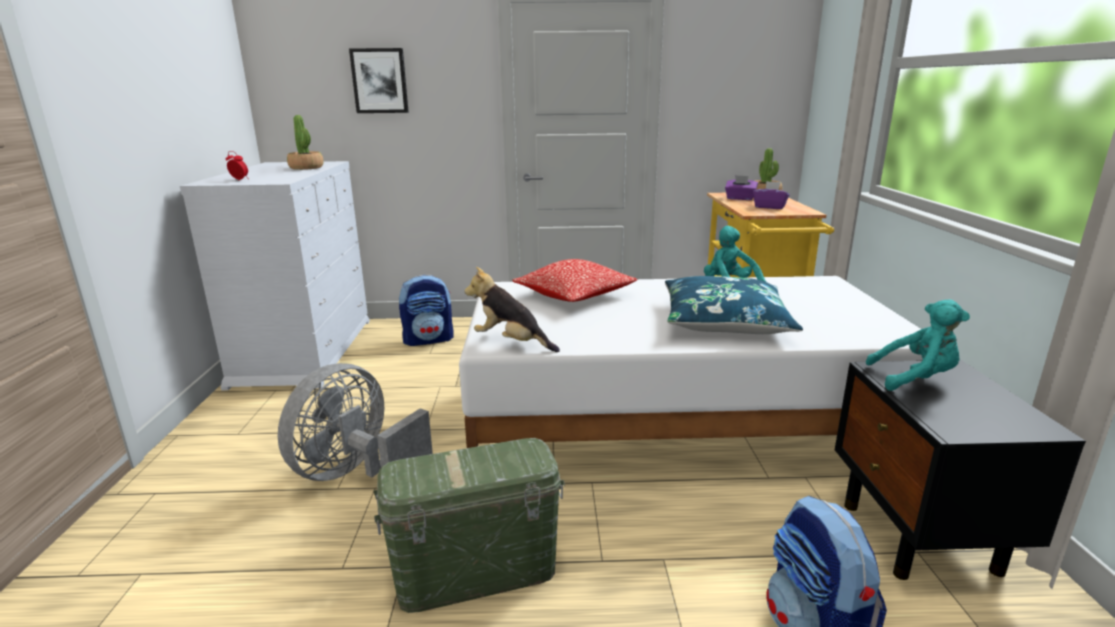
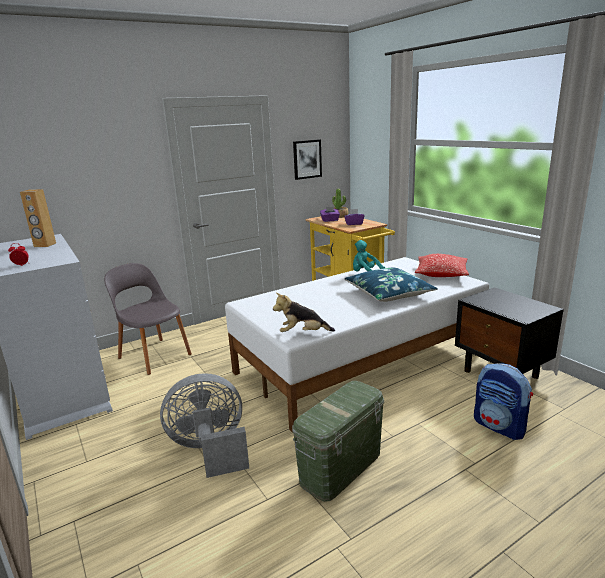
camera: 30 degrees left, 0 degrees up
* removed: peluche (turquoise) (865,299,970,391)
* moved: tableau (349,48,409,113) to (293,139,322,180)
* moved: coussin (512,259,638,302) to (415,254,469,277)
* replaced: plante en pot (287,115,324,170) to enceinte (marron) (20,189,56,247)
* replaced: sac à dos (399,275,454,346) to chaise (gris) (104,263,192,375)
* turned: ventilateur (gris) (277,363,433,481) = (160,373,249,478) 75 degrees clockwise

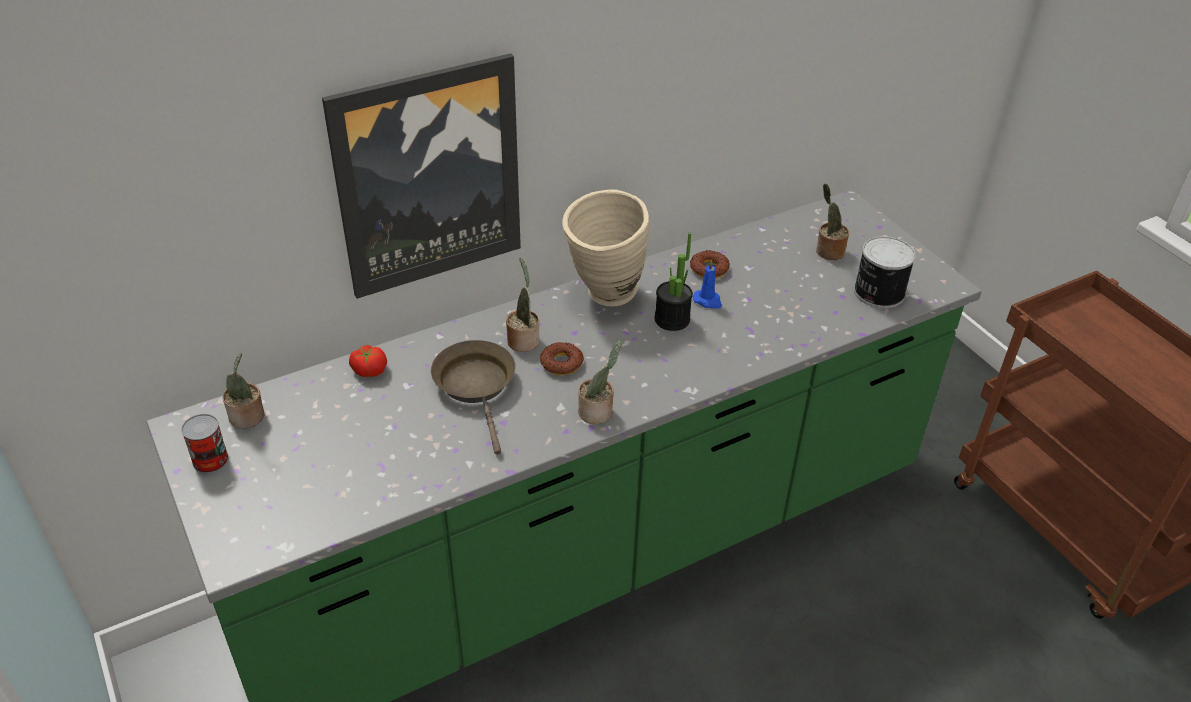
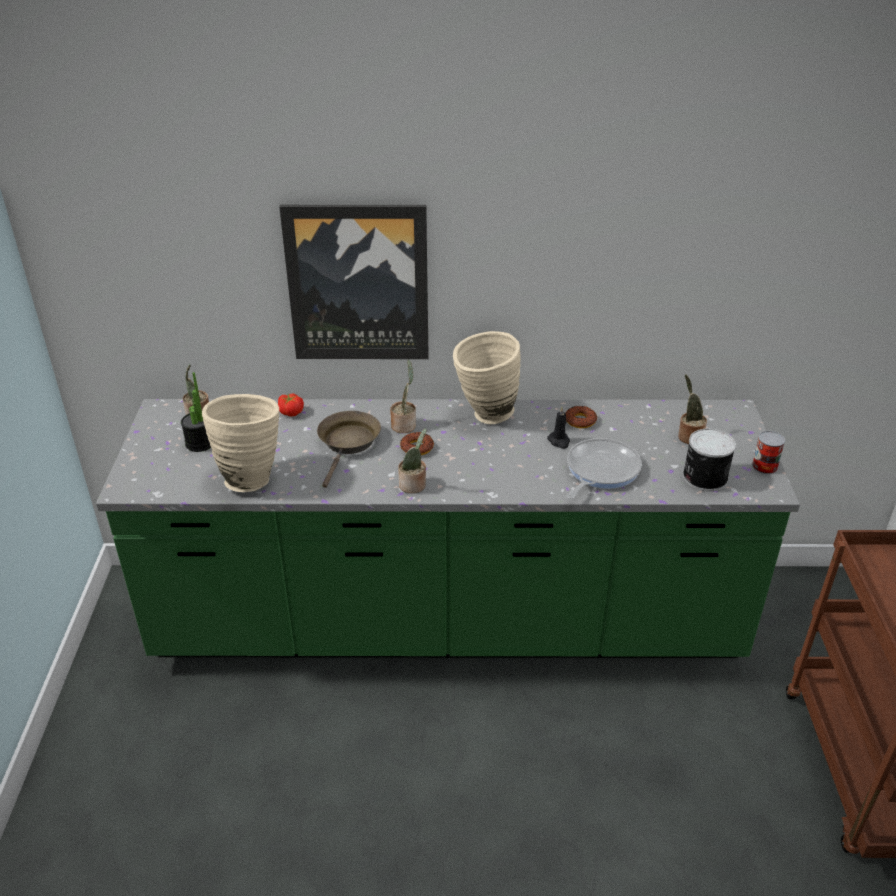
camera: 30 degrees right, 5 degrees down
* added: vase (beige) (202,394,279,492)
* added: poêle (567,438,642,499)
* moved: boîte métallique (181,414,229,473) to (752,431,785,474)
* moved: plante en pot (655,232,693,331) to (181,372,211,452)
* recoloured: bougie (bleu) (693,260,722,309) to bougie (noir) (547,407,570,449)

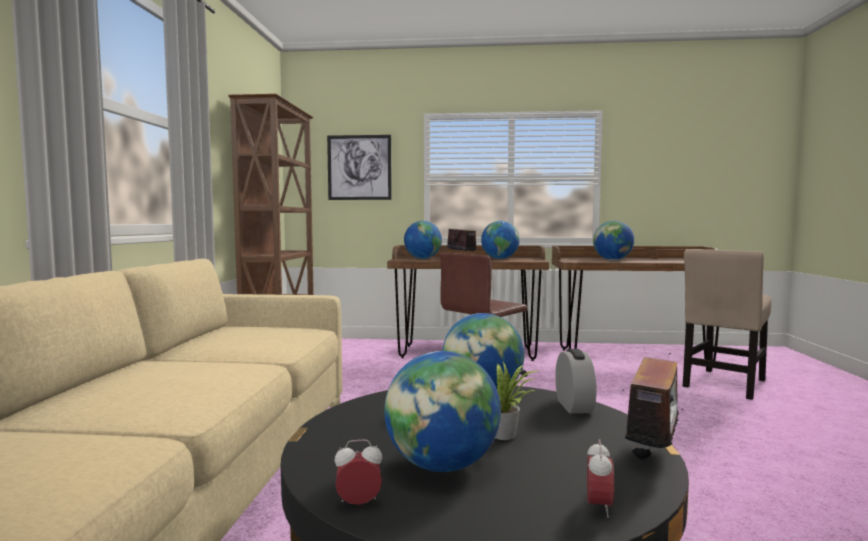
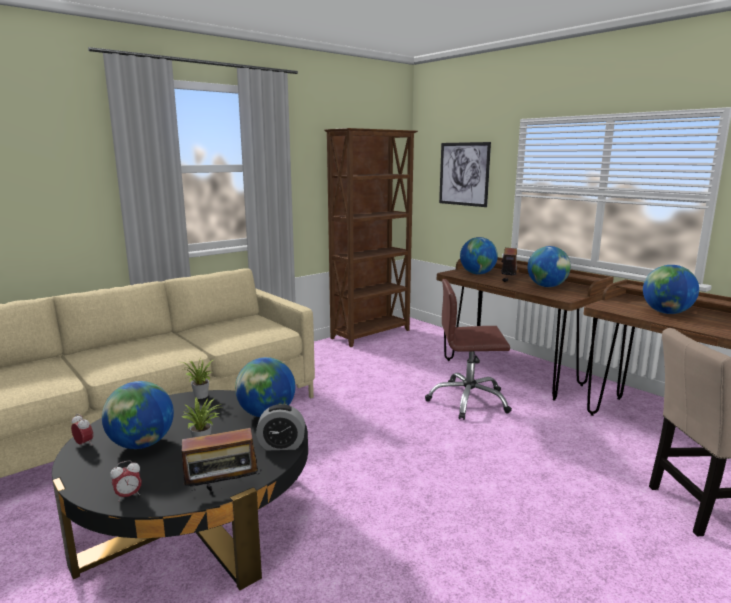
camera: 45 degrees right, 10 degrees up
* added: plante en pot (182,360,213,399)
* turned: réveil (555,349,597,414) = (256,404,305,450) 45 degrees clockwise

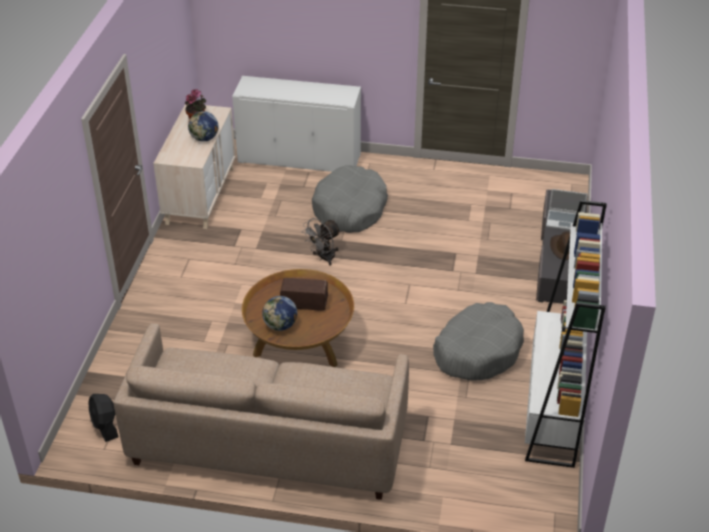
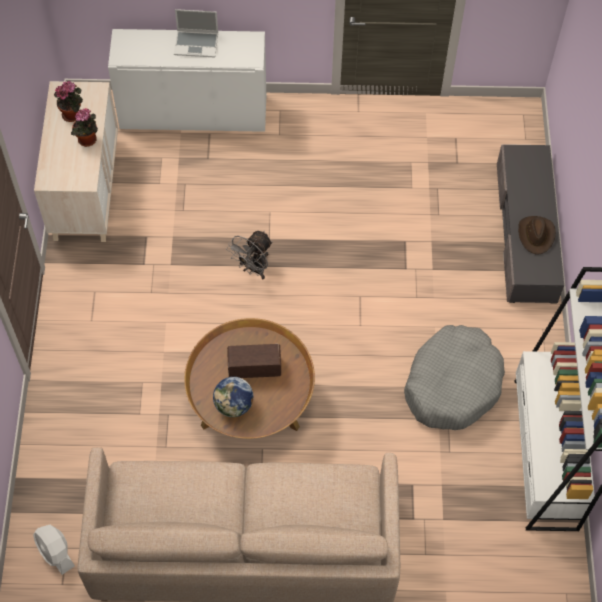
camera: 10 degrees left, 20 degrees up
* removed: panier pour chien (gris) (312,165,388,233)
* moved: ordinateur portable (546,189,588,230) to (174,9,218,57)
* replaced: globe (188,111,218,142) to plante en pot (71,108,98,147)
* recoloured: ventilateur (noir) (88,394,119,442) to ventilateur (blanc) (33,525,75,575)

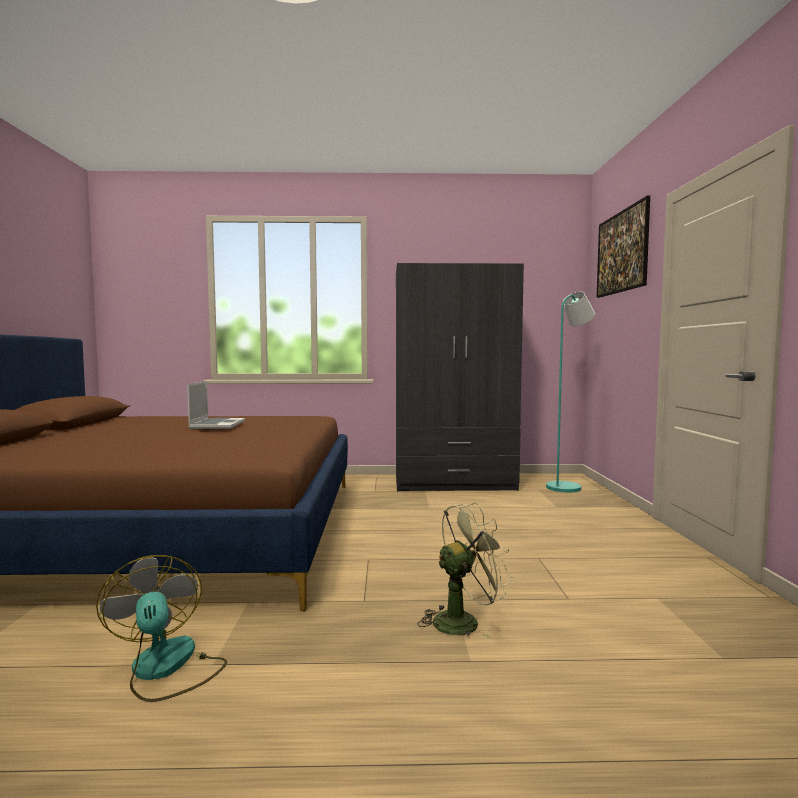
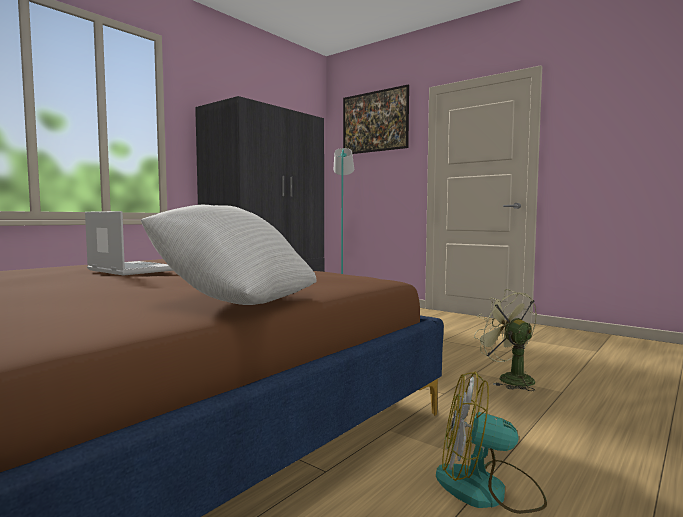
camera: 50 degrees left, 0 degrees up
* added: coussin (blanc) (141,204,317,305)
* turned: ventilateur (vert) (417,503,513,640) = (474,289,537,391) 45 degrees counterclockwise

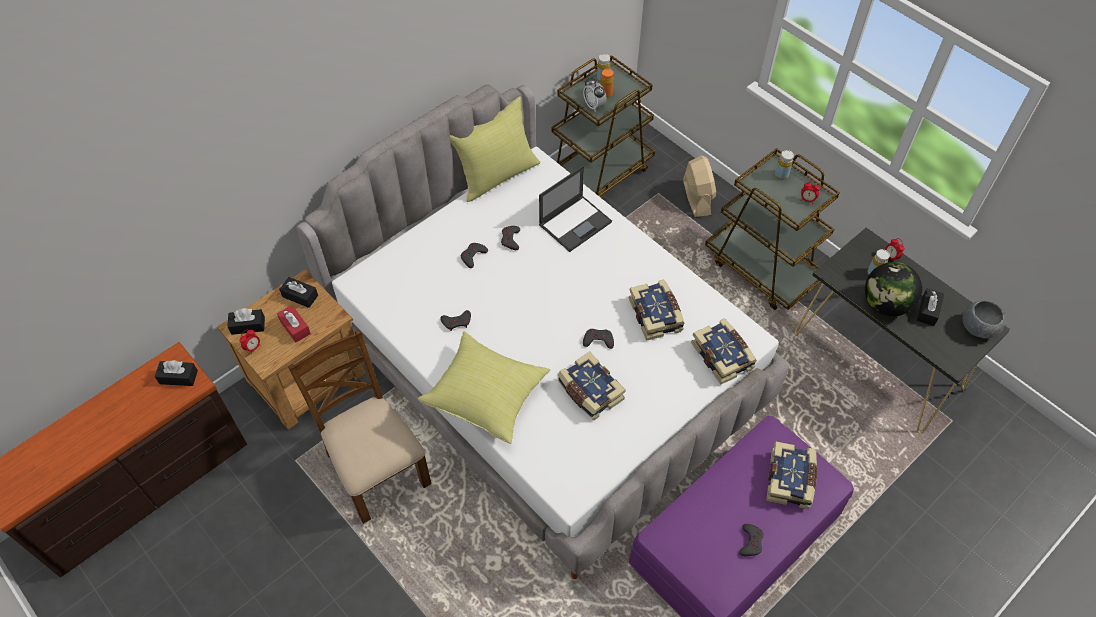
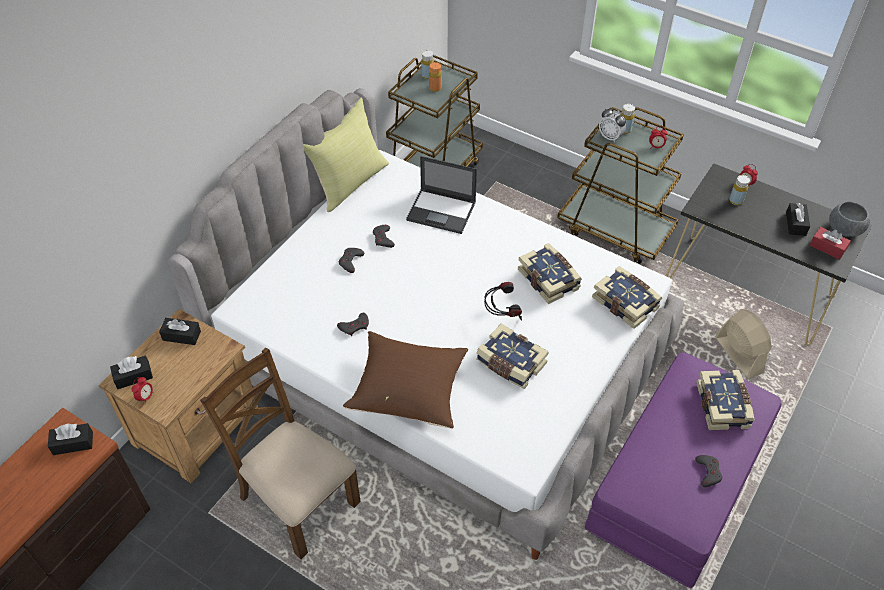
camera: 15 degrees left, 5 degrees down
* removed: globe (865,262,922,316)
* moved: boîte à mouchoirs (rouge) (277,305,311,343) to (810,227,851,260)
* moved: réveil (583,77,607,111) to (599,108,626,143)
* moved: ventilateur (beige) (683,155,716,217) to (715,309,772,379)
* replaced: manette (gris) (583,329,614,349) to casque audio (484,282,522,321)
* recoloured: coussin (jaune) (418,332,550,444) to coussin (marron) (343,331,468,429)
* turned: ordinateur portable (539,166,612,252) = (406,156,477,234) 75 degrees clockwise

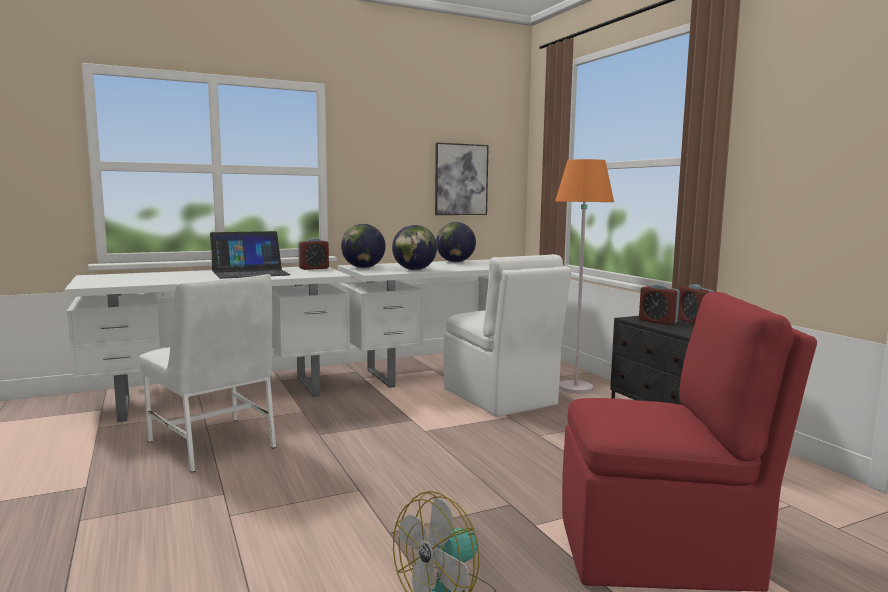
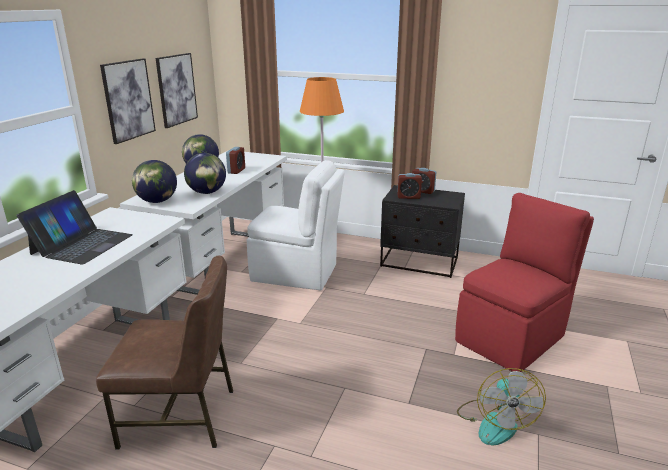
camera: 45 degrees left, 15 degrees up
* added: tableau (100,58,156,144)
* moved: réveil (298,238,329,270) to (226,147,245,174)
* recoloured: chaise (blanc) (139,274,276,473) to chaise (marron) (96,256,233,450)

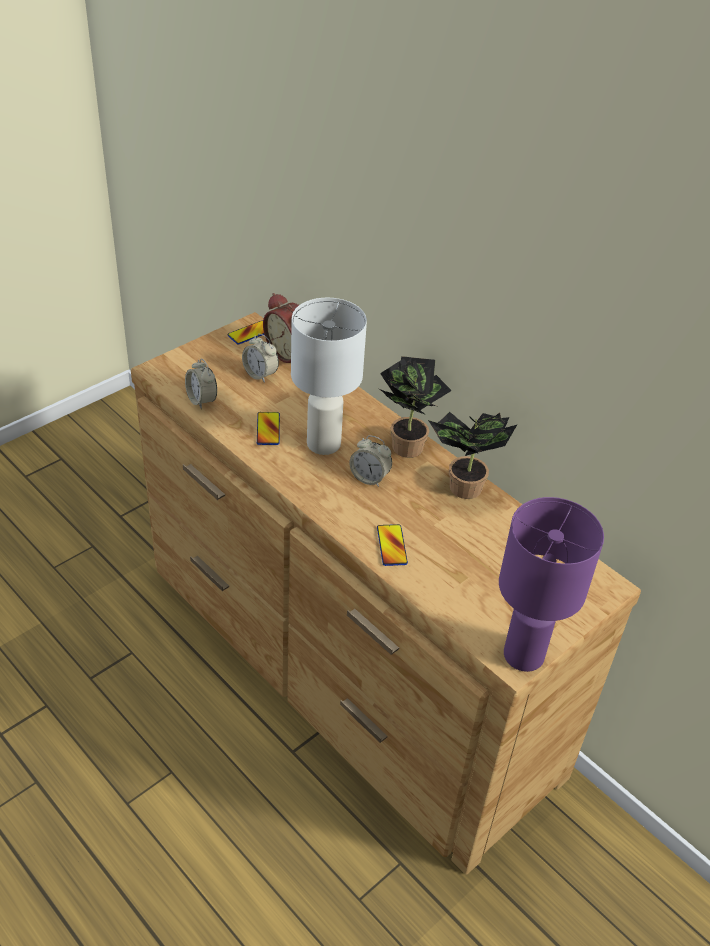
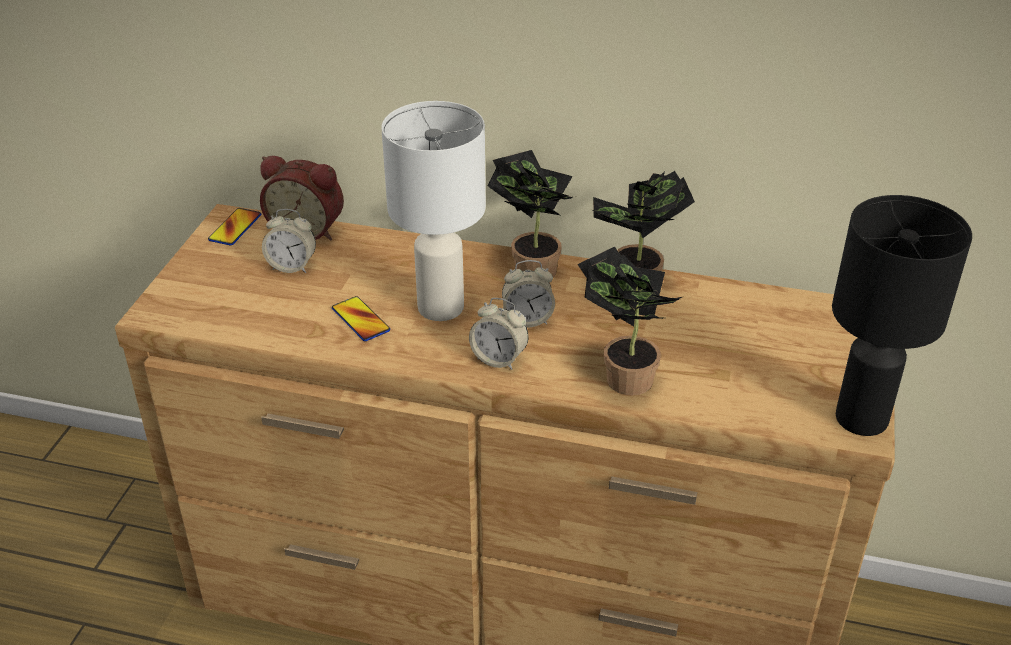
camera: 30 degrees left, 5 degrees down
* moved: réveil (185,358,217,409) to (469,298,528,370)
* replaced: téléphone (377,524,408,566) to plante en pot (577,247,682,396)
* recoloured: lampe de table (violet) (499,497,604,672) to lampe de table (noir) (832,195,972,436)

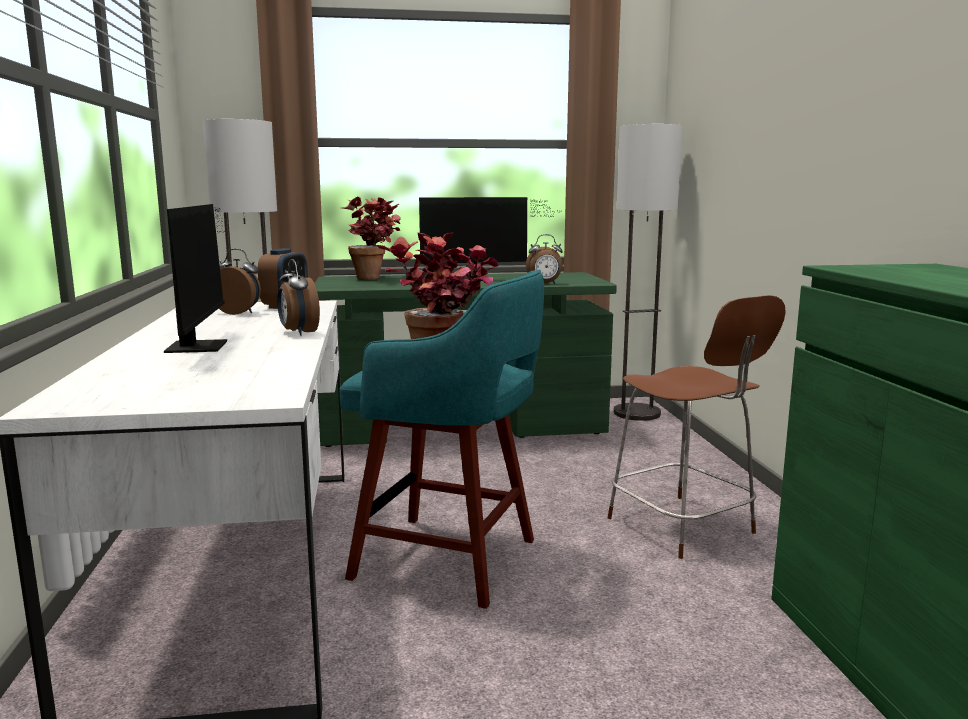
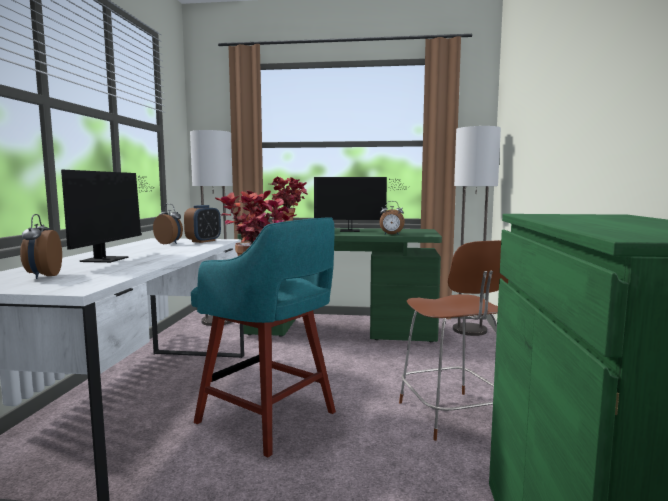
camera: 15 degrees right, 5 degrees down
* moved: réveil (277,259,320,336) to (20,214,62,279)

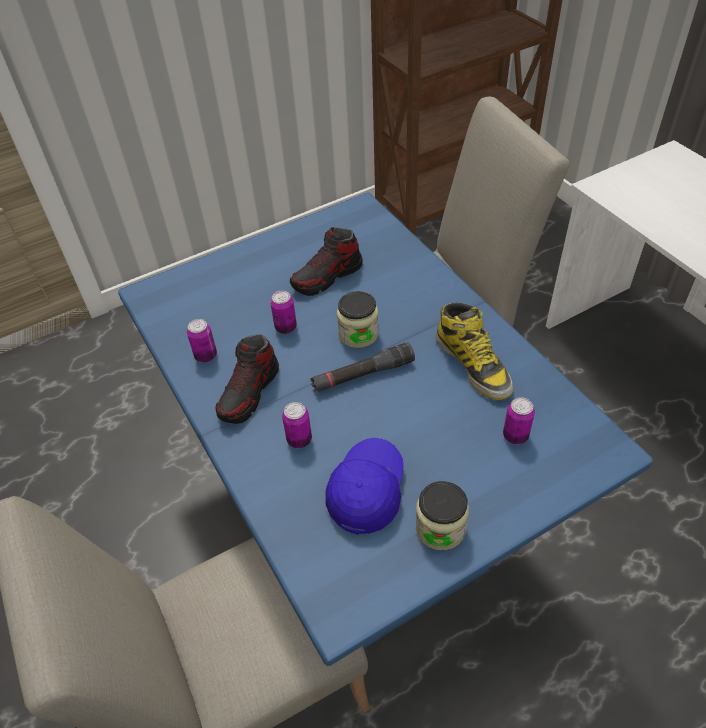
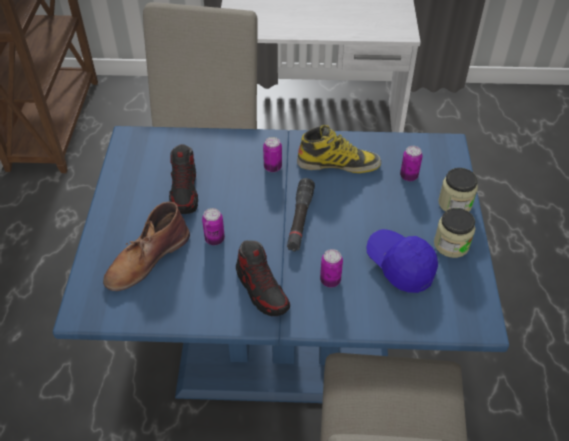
camera: 60 degrees left, 0 degrees up
* added: botte (marron) (103,202,190,291)
* moved: boîte métallique (187,319,217,363) to (263,137,282,172)
* moved: bocal (337,291,379,348) to (438,168,478,211)

